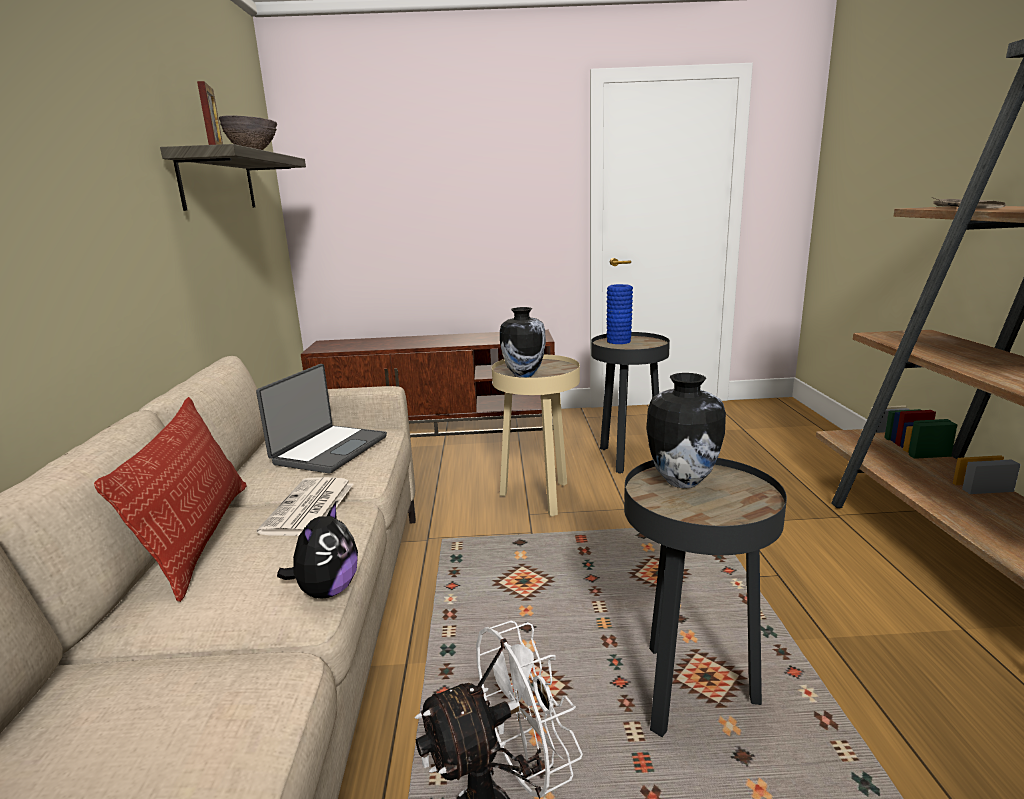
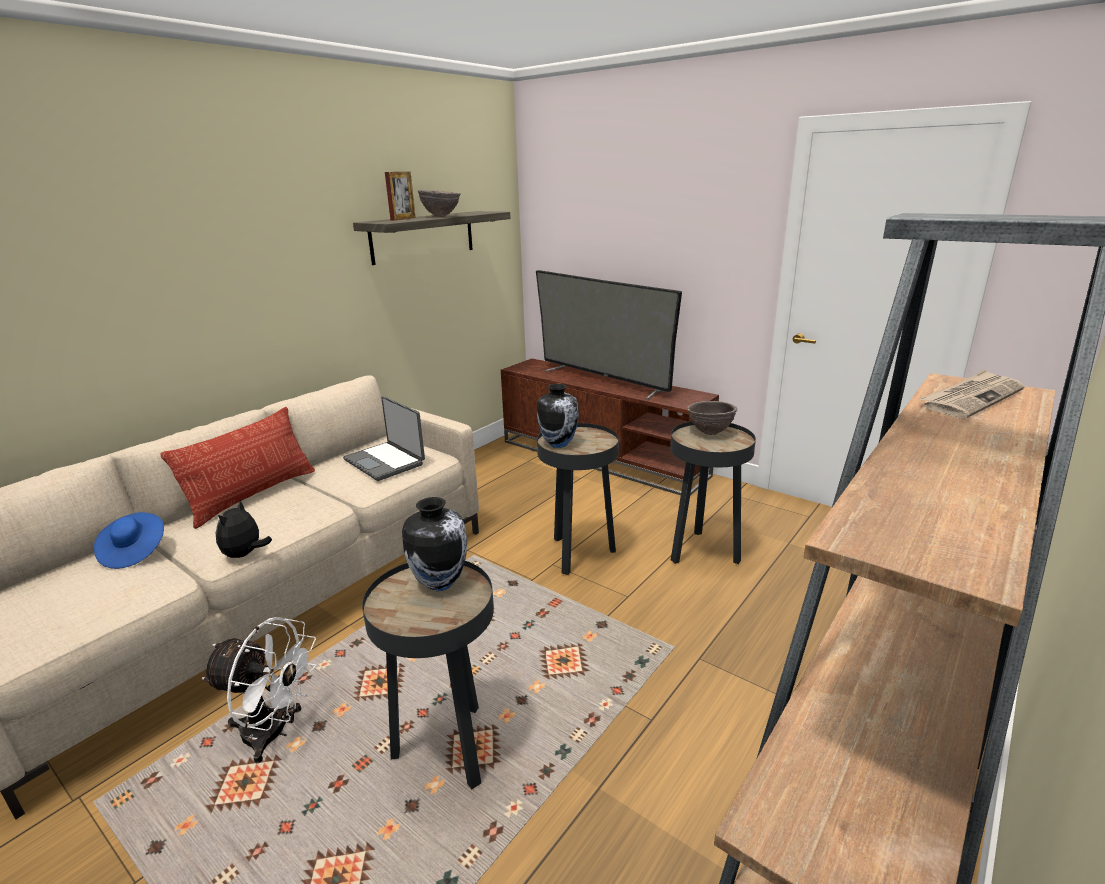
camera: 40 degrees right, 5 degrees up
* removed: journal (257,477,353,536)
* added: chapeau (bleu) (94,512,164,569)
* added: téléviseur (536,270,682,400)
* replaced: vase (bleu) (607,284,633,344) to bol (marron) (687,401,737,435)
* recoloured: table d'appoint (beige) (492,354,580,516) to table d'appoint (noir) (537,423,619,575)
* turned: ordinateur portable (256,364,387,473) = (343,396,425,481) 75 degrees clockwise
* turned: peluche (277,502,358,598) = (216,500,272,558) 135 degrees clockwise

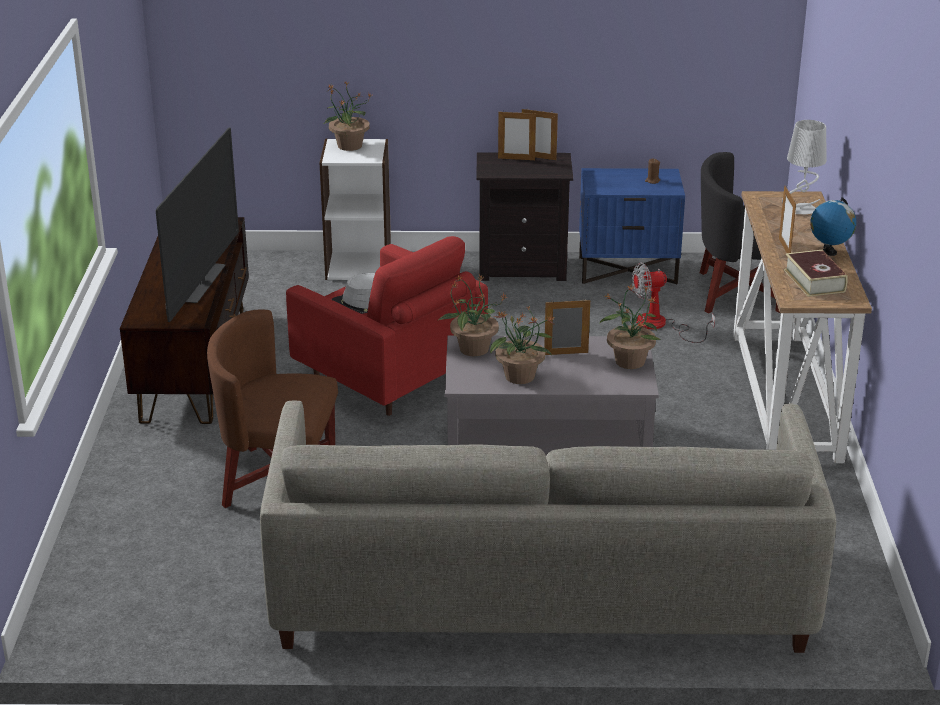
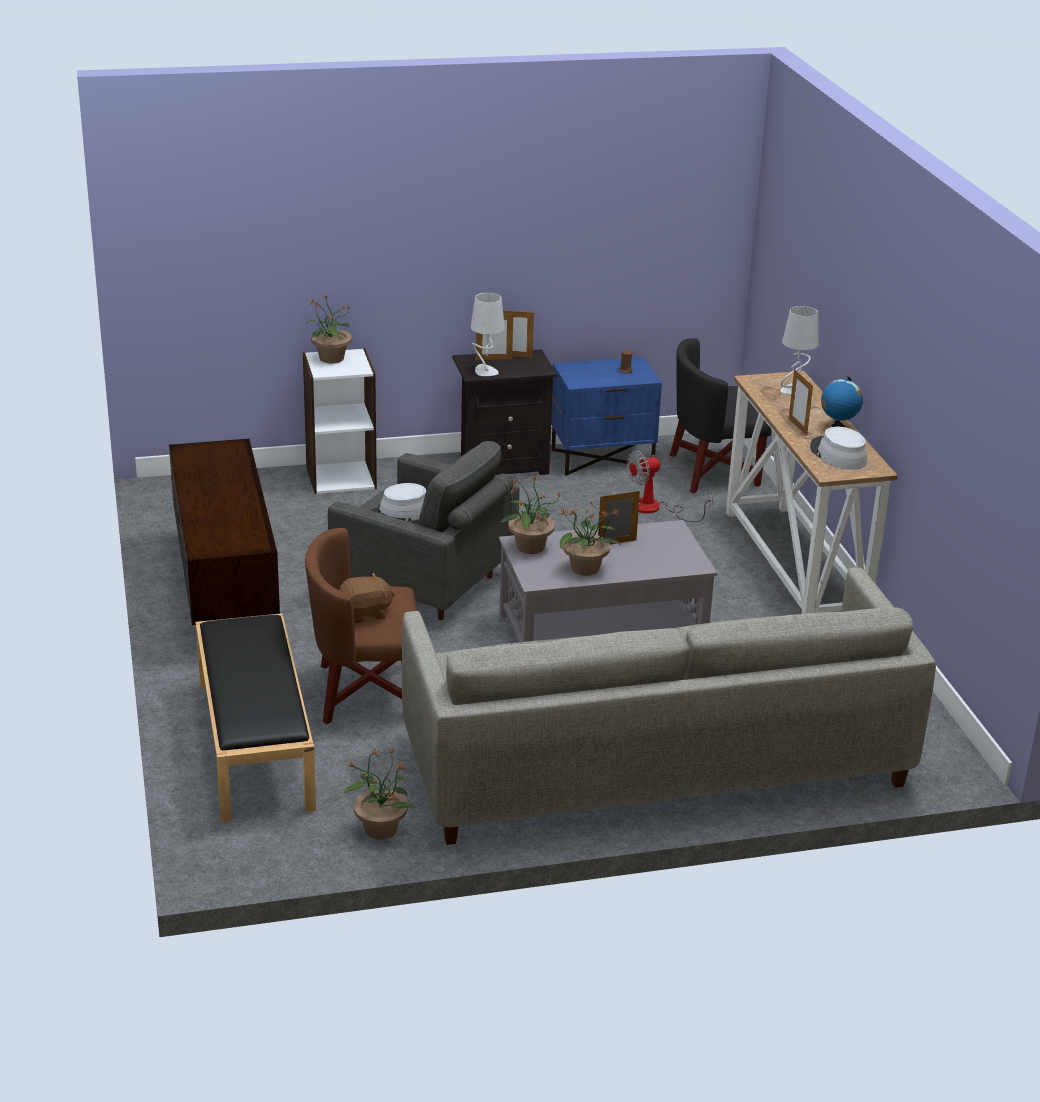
camera: 15 degrees left, 0 degrees up
* removed: téléviseur (156,127,239,322)
* added: banc (noir) (196,613,316,823)
* added: peluche (marron) (339,572,395,623)
* added: lampe de table (gris) (471,293,505,376)
* moved: plante en pot (599,285,661,369) to (344,749,413,840)
* replaced: livre (784,250,847,297) to chapeau (gris) (810,427,867,470)
* recoloured: fauteuil (rouge) (286,236,488,416) to fauteuil (gris) (328,441,519,620)

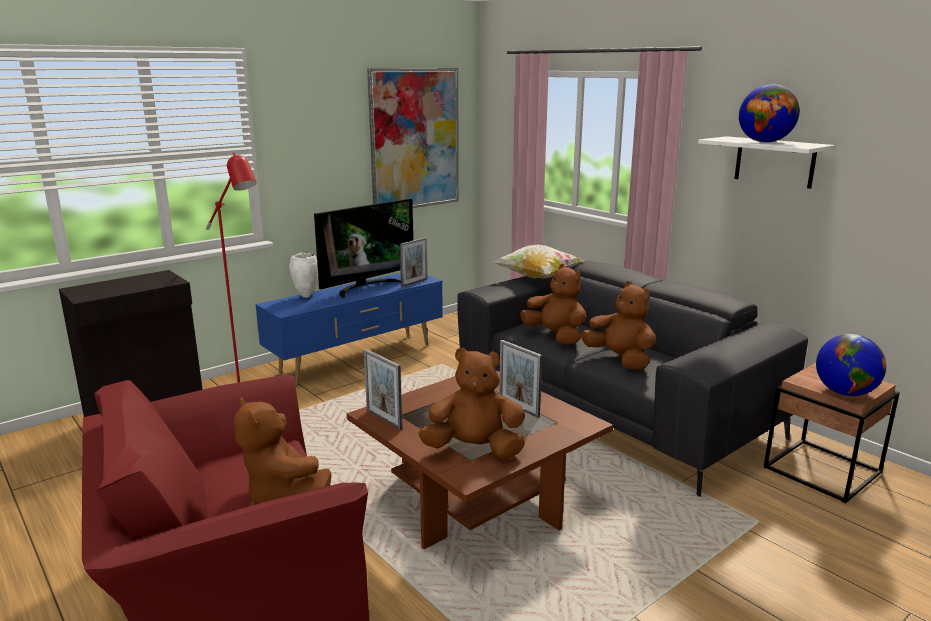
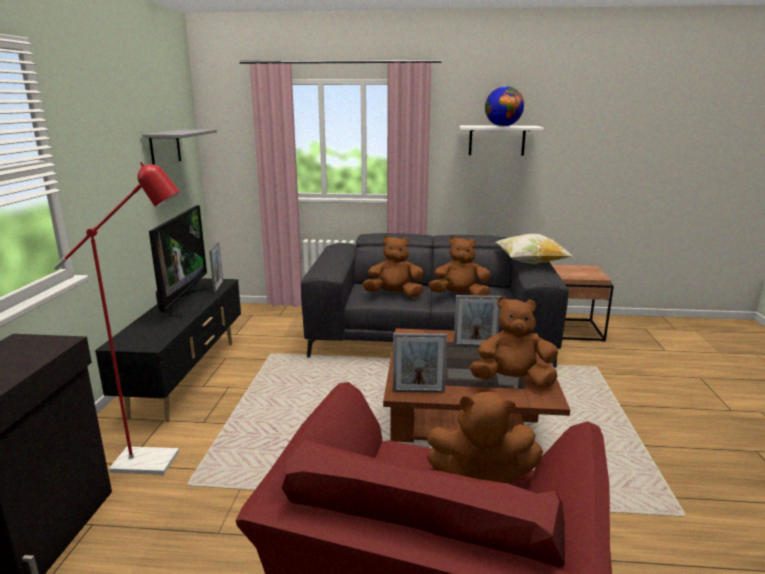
camera: 45 degrees left, 0 degrees up
* removed: vase (blanc) (289,252,318,298)
* removed: globe (816,334,887,396)
* moved: coussin (494,245,584,279) to (496,234,572,264)
* replaced: tableau (367,68,459,208) to étagère (gris) (142,129,217,165)
* recoloured: meuble télé (bleu) (256,273,443,385) to meuble télé (noir) (95,278,241,422)
* turned: peluche (marron) (419,348,525,459) = (470,296,558,388) 45 degrees clockwise

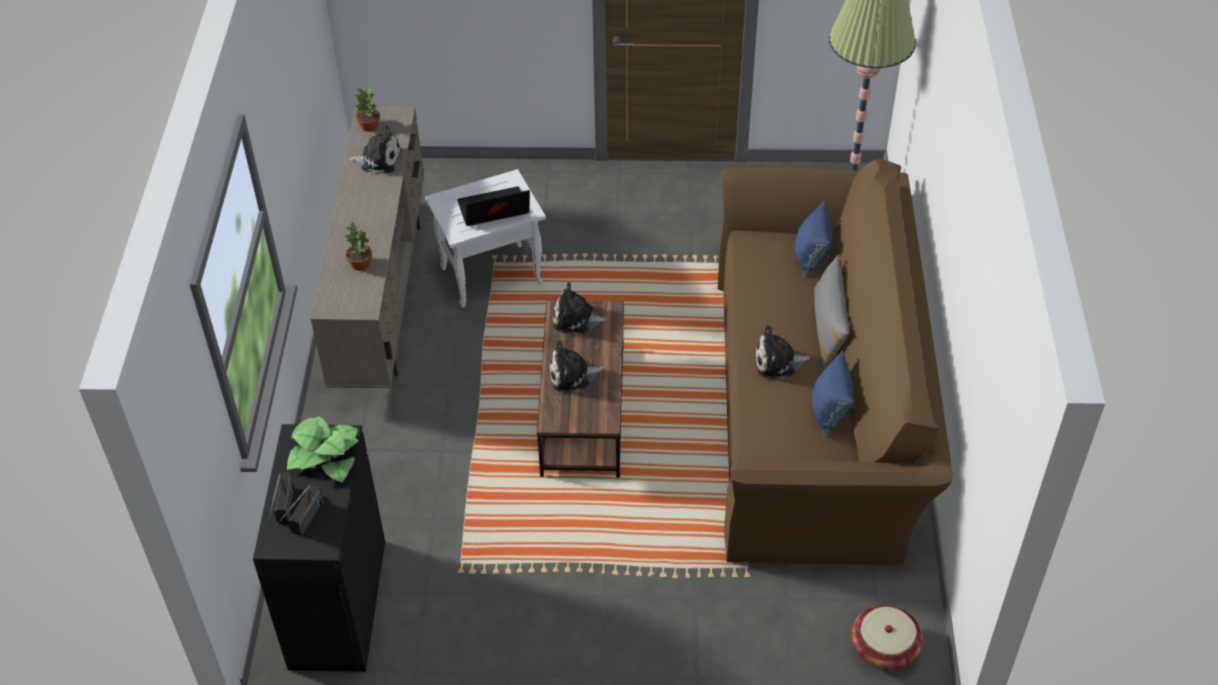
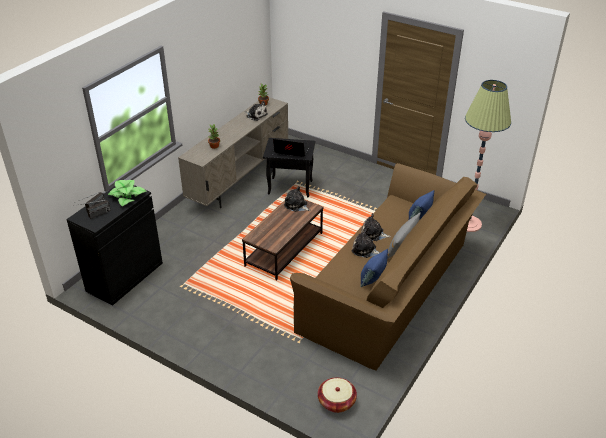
camera: 30 degrees right, 10 degrees down
* moved: peluche (549,339,604,393) to (361,213,391,241)
* recoloured: table d'appoint (blanc) (425,169,546,308) to table d'appoint (noir) (263,138,316,197)

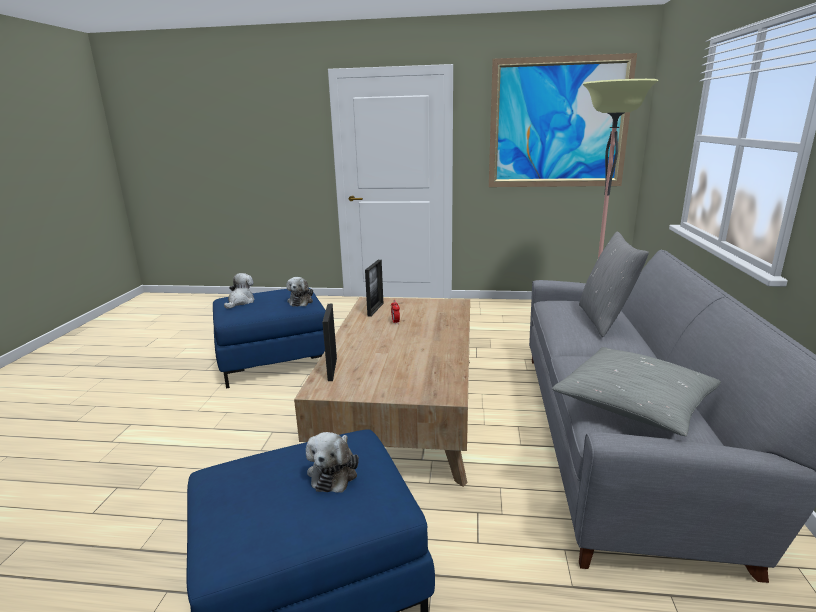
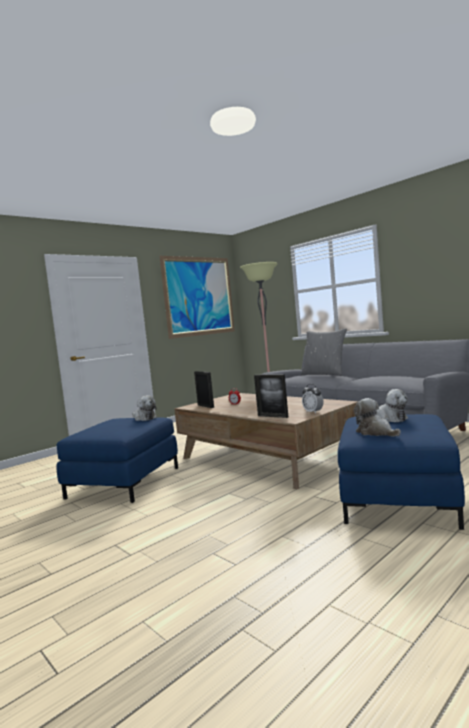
camera: 50 degrees left, 15 degrees down
* removed: coussin (gris) (552,347,721,436)
* added: réveil (302,384,324,414)
* moved: peluche (224,273,254,309) to (354,398,401,437)

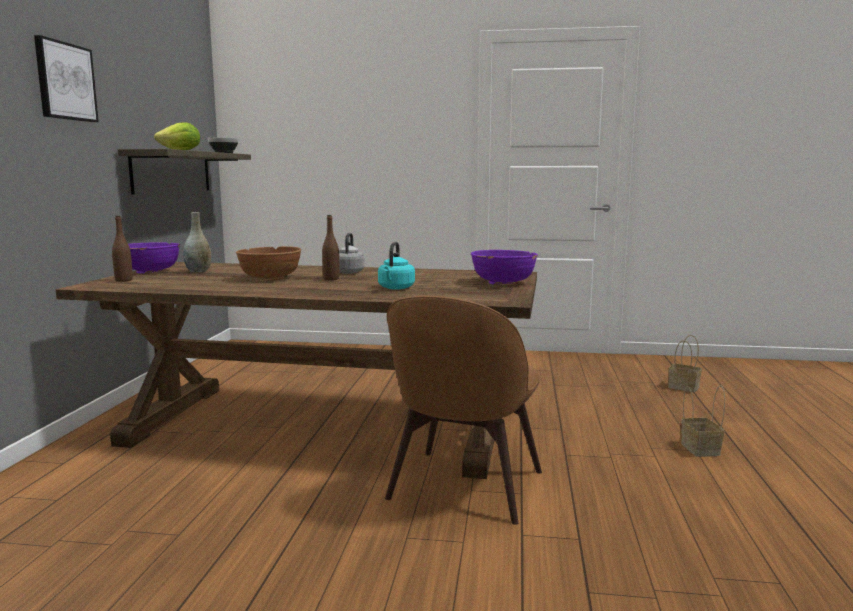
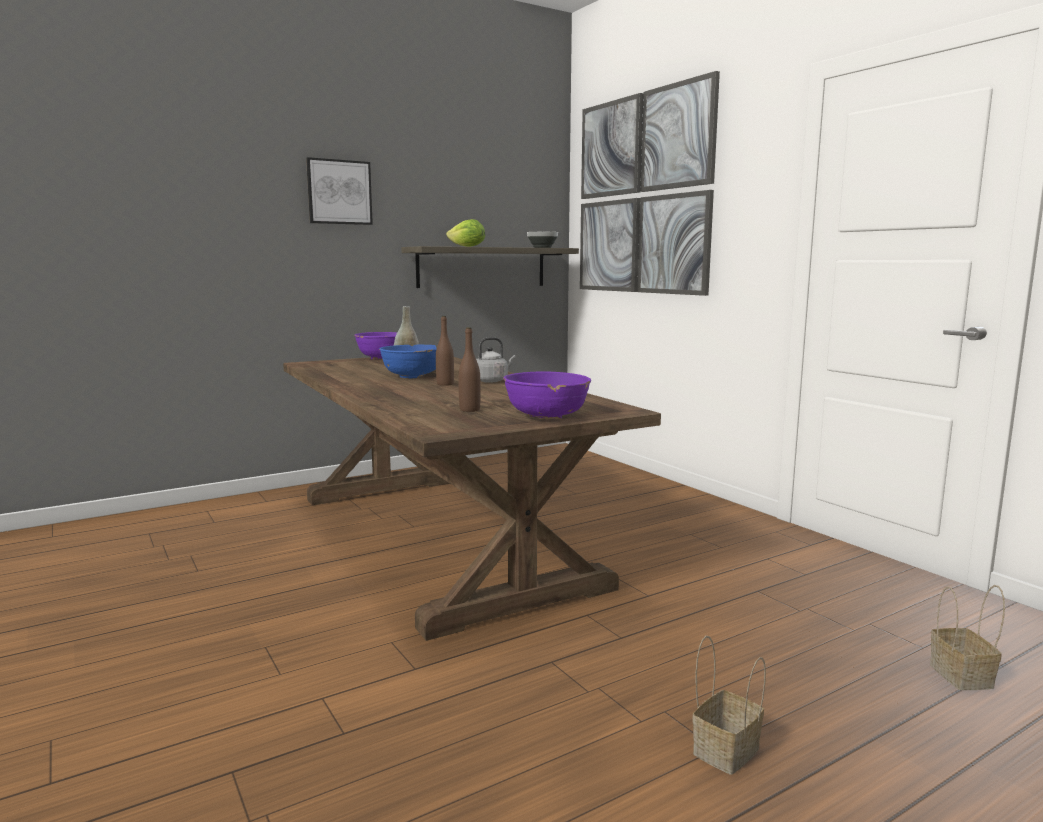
camera: 50 degrees right, 0 degrees up
* removed: bouilloire (turquoise) (378,242,415,290)
* removed: chaise (marron) (385,296,542,525)
* added: tableau (580,71,720,296)
* moved: bouteille (marron) (112,216,133,282) to (458,327,480,412)
* recoloured: bol (marron) (236,246,302,281) to bol (bleu) (379,345,437,378)

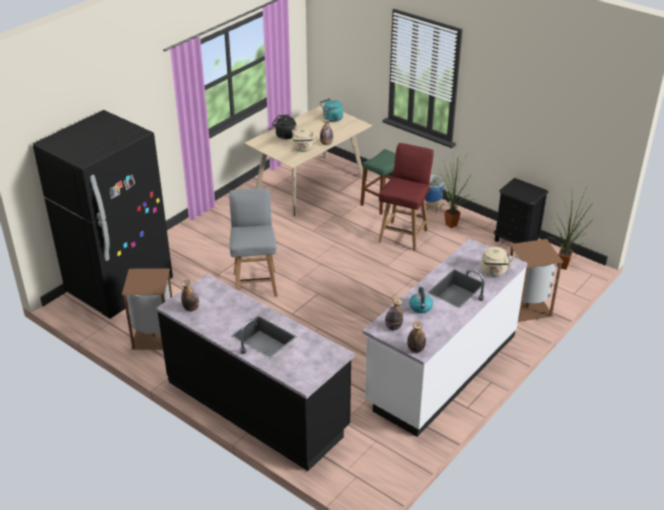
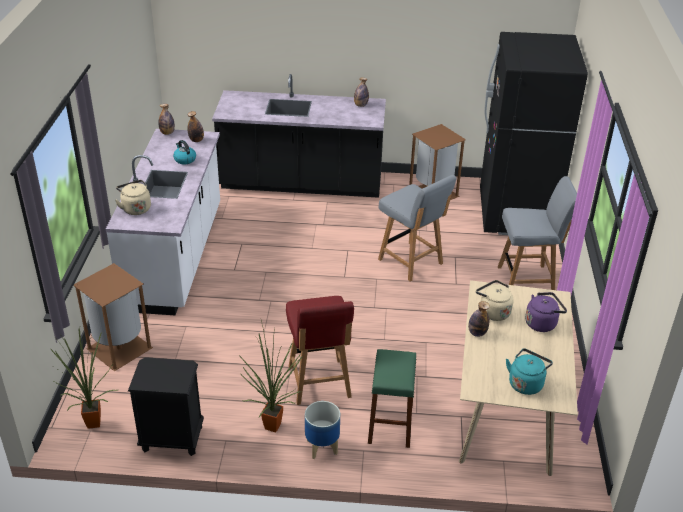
camera: 145 degrees right, 0 degrees up
* added: chaise (gris) (498,176,577,290)
* recoloured: bouilloire (noir) (272,115,297,139) to bouilloire (violet) (525,292,567,332)

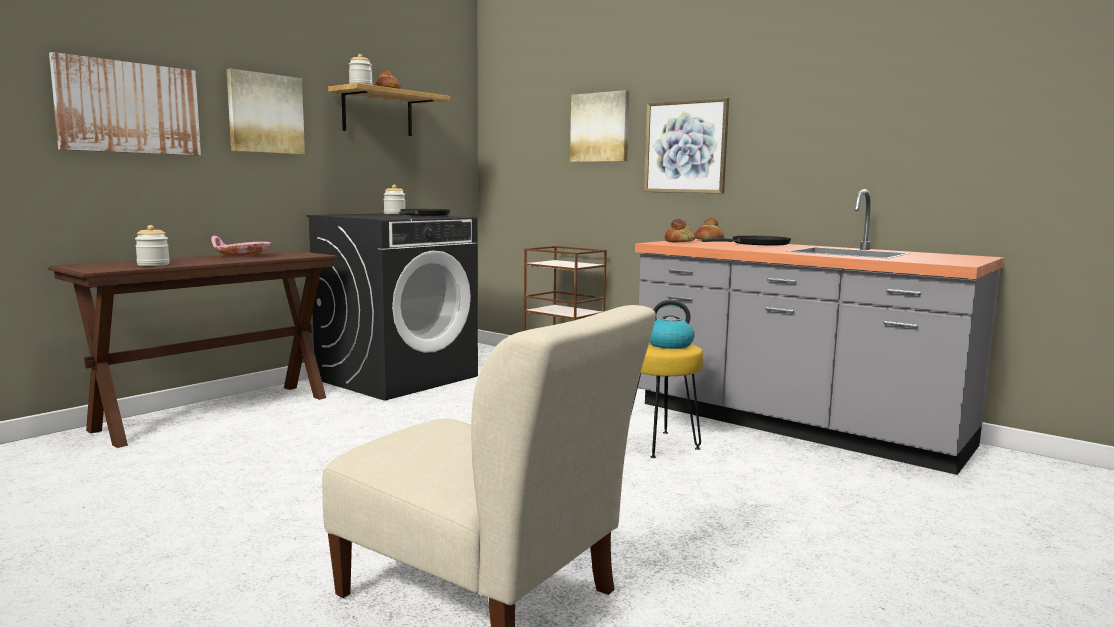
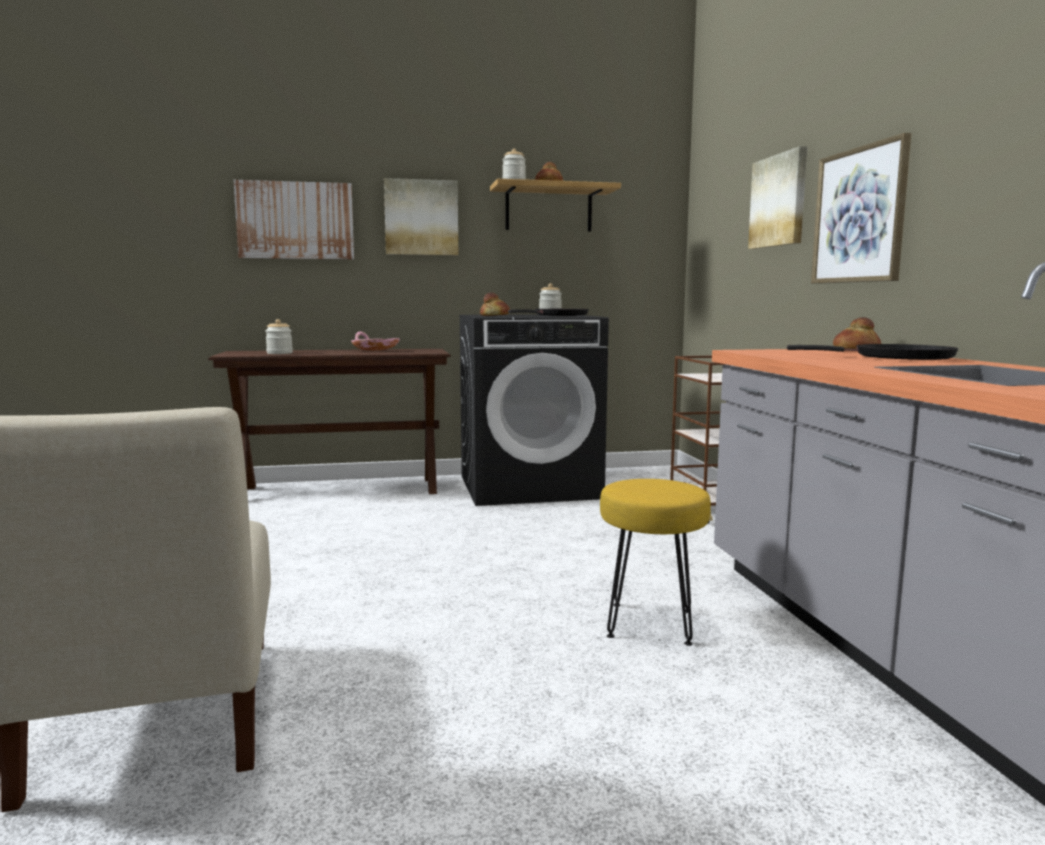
camera: 40 degrees right, 0 degrees up
* removed: bouilloire (650,300,695,349)
* moved: pain (664,219,696,242) to (480,292,510,316)

